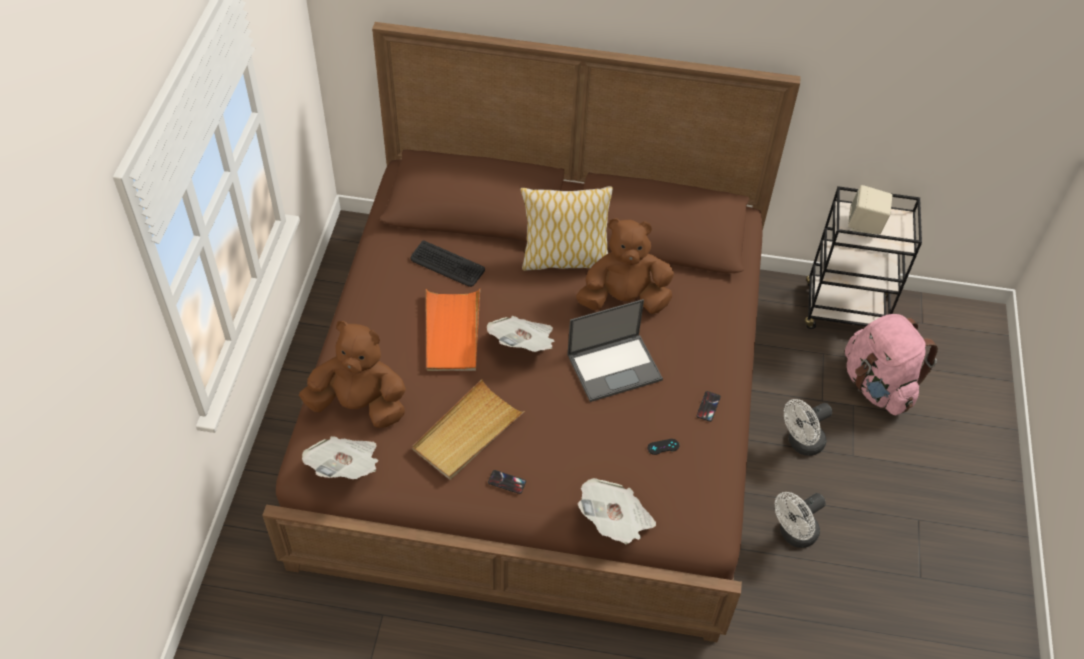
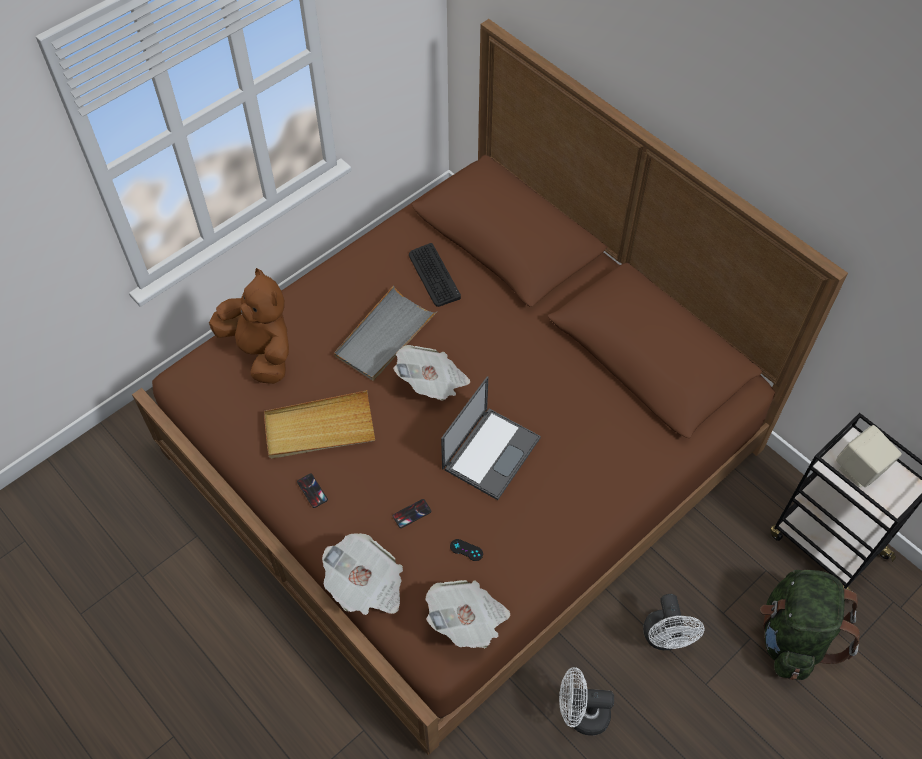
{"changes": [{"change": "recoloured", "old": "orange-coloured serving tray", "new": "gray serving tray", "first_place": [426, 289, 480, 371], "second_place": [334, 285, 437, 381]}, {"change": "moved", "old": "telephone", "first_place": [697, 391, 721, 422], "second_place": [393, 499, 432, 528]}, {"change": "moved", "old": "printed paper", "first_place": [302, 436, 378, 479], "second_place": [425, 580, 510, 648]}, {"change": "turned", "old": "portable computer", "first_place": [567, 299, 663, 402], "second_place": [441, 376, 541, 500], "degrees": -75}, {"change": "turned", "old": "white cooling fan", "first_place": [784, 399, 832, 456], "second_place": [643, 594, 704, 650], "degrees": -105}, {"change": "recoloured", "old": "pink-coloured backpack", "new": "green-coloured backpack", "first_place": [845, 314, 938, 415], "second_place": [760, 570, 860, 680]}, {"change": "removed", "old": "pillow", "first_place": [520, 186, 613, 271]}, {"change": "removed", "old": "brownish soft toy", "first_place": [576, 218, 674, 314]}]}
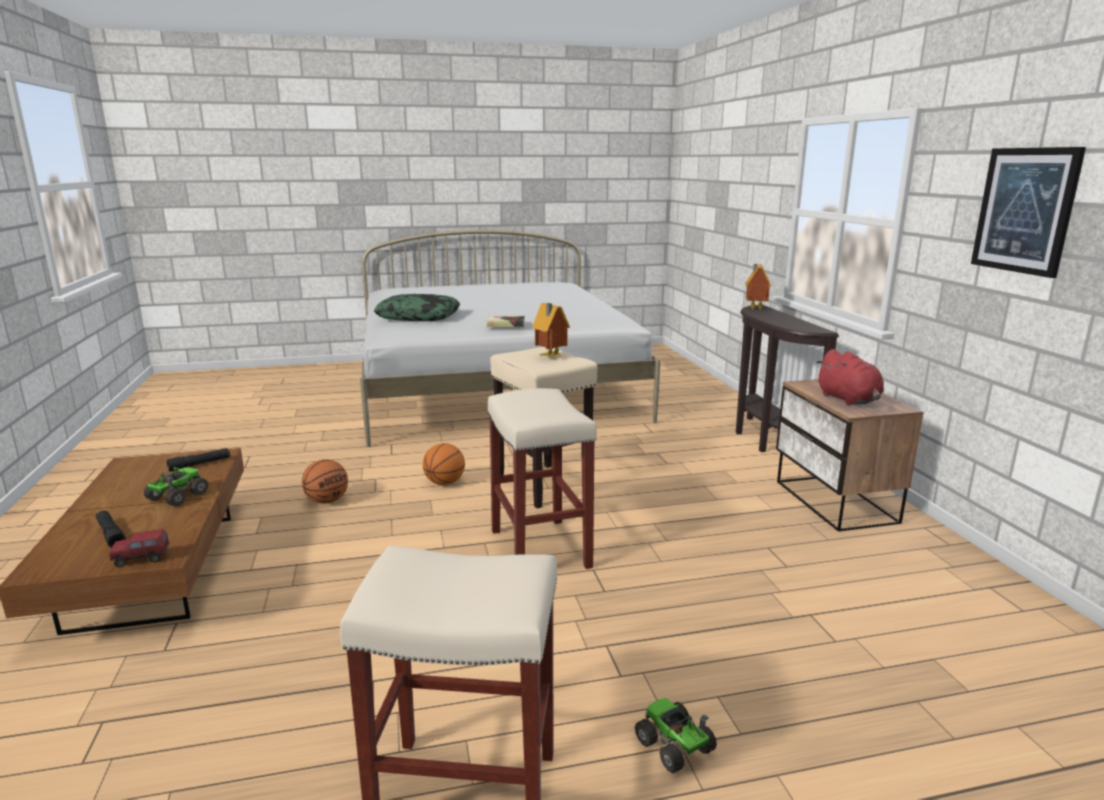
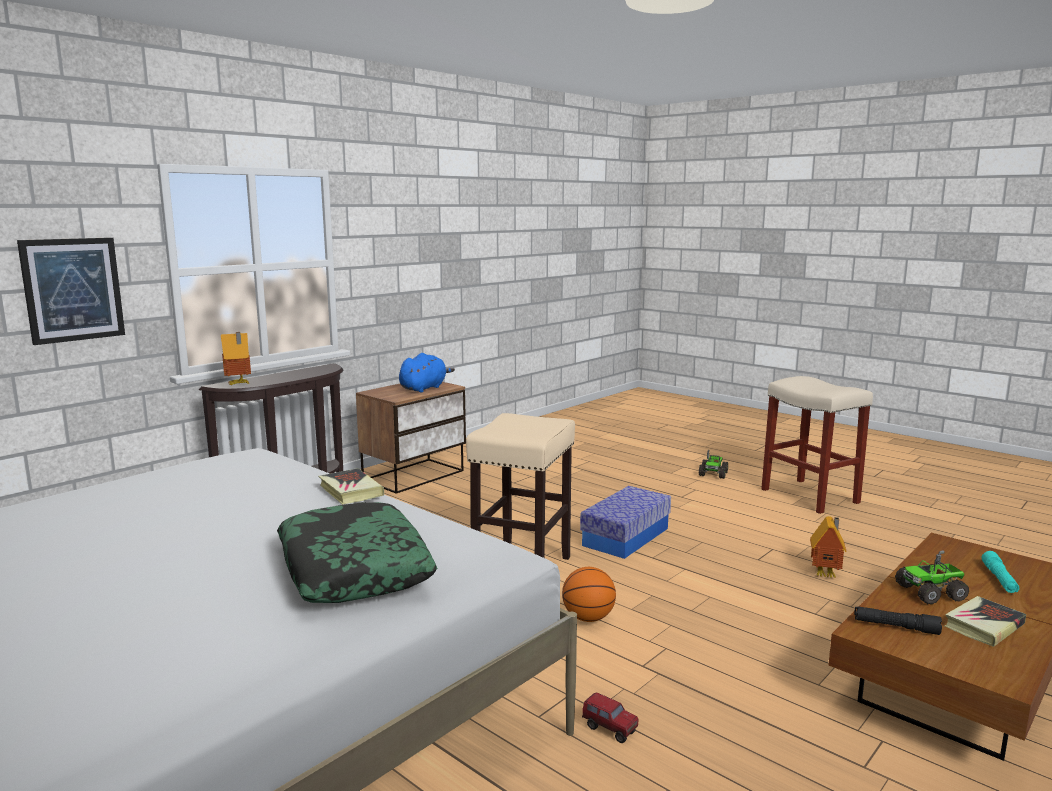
{"changes": [{"change": "moved", "old": "wall art", "first_place": [971, 147, 1086, 278], "second_place": [17, 237, 125, 345]}, {"change": "recoloured", "old": "reddish soft toy", "new": "blue-coloured soft toy", "first_place": [816, 349, 884, 405], "second_place": [399, 353, 455, 393]}, {"change": "replaced", "old": "sand-coloured stool seat", "new": "storage container", "first_place": [487, 388, 597, 569], "second_place": [580, 486, 671, 559]}, {"change": "moved", "old": "model truck", "first_place": [109, 529, 169, 567], "second_place": [582, 692, 638, 743]}, {"change": "moved", "old": "model house", "first_place": [532, 303, 570, 359], "second_place": [810, 516, 846, 578]}, {"change": "added", "new": "book", "second_place": [945, 596, 1027, 647]}, {"change": "recoloured", "old": "black hand torch", "new": "turquoise-coloured hand torch", "first_place": [96, 511, 126, 548], "second_place": [982, 551, 1019, 593]}, {"change": "removed", "old": "basketball", "first_place": [302, 459, 348, 504]}]}
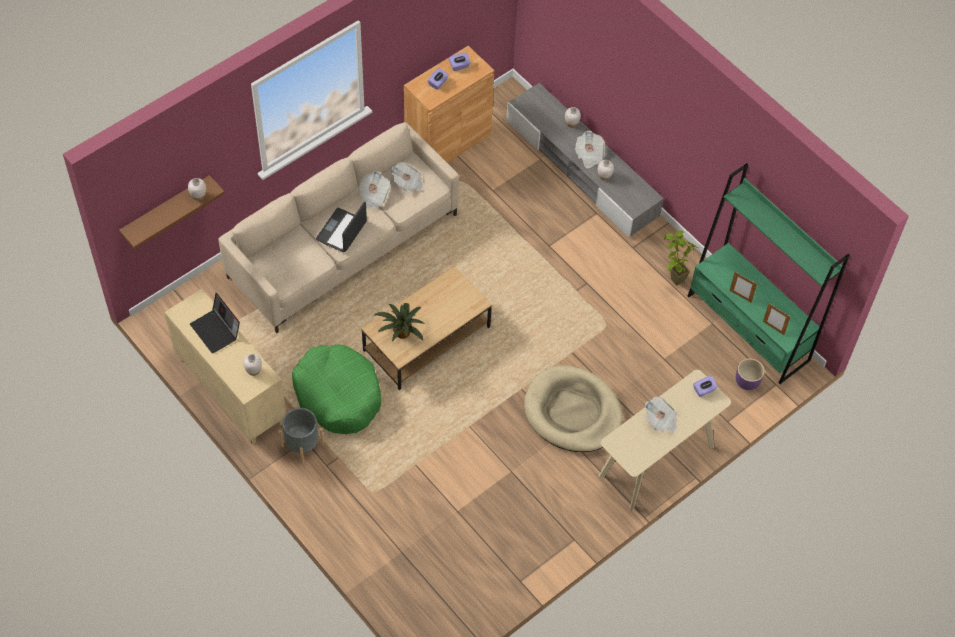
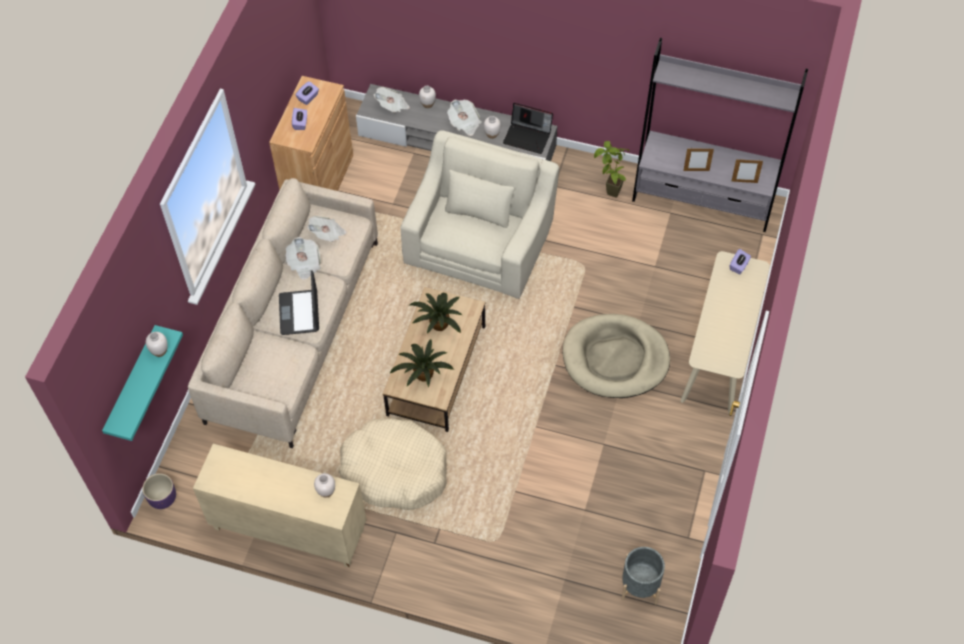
{"changes": [{"change": "recoloured", "old": "brownish bracket shelf", "new": "turquoise-coloured bracket shelf", "first_place": [119, 175, 225, 249], "second_place": [102, 325, 183, 441]}, {"change": "moved", "old": "purple plant pot", "first_place": [736, 358, 765, 390], "second_place": [142, 473, 176, 509]}, {"change": "recoloured", "old": "green-coloured pet bed", "new": "sand-coloured pet bed", "first_place": [292, 344, 381, 434], "second_place": [339, 418, 447, 510]}, {"change": "moved", "old": "printed paper", "first_place": [645, 397, 677, 433], "second_place": [373, 87, 410, 113]}, {"change": "added", "new": "sand-coloured easy chair", "second_place": [401, 130, 559, 299]}, {"change": "added", "new": "houseplant", "second_place": [409, 293, 462, 334]}, {"change": "moved", "old": "portable computer", "first_place": [190, 293, 240, 354], "second_place": [503, 103, 553, 154]}, {"change": "moved", "old": "gray plant pot", "first_place": [279, 408, 324, 464], "second_place": [621, 547, 665, 604]}, {"change": "recoloured", "old": "green-coloured shelving unit", "new": "gray shelving unit", "first_place": [688, 163, 850, 384], "second_place": [632, 38, 808, 232]}]}
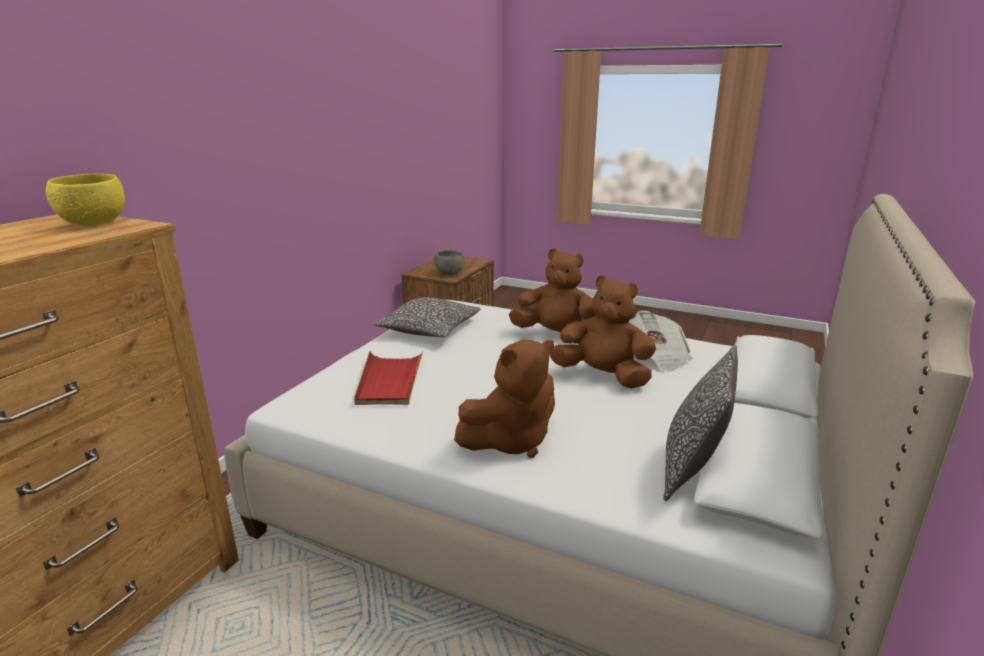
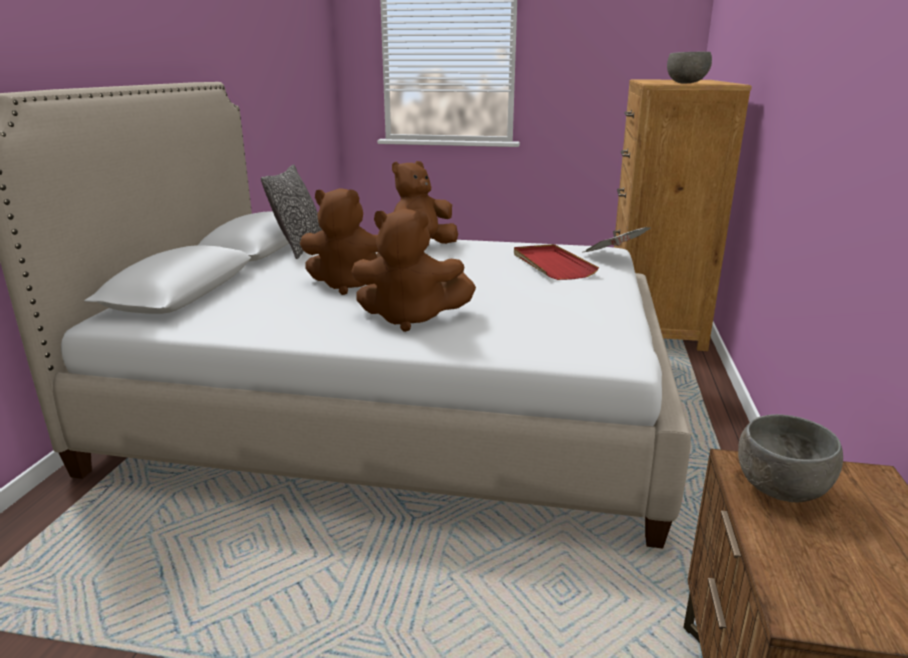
{"changes": [{"change": "moved", "old": "printed paper", "first_place": [629, 311, 693, 372], "second_place": [583, 227, 651, 252]}, {"change": "recoloured", "old": "yellow-coloured deep dish", "new": "gray deep dish", "first_place": [46, 174, 125, 226], "second_place": [667, 52, 712, 83]}, {"change": "removed", "old": "pillow", "first_place": [374, 297, 481, 337]}]}
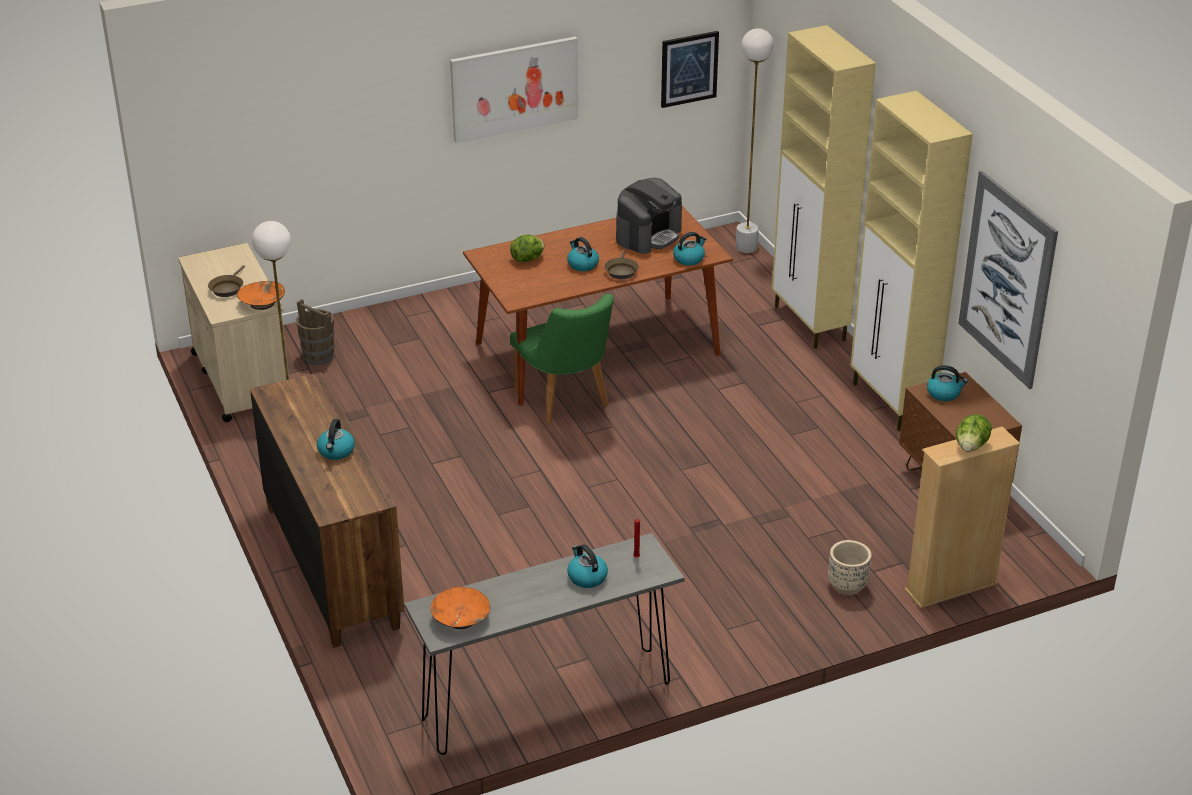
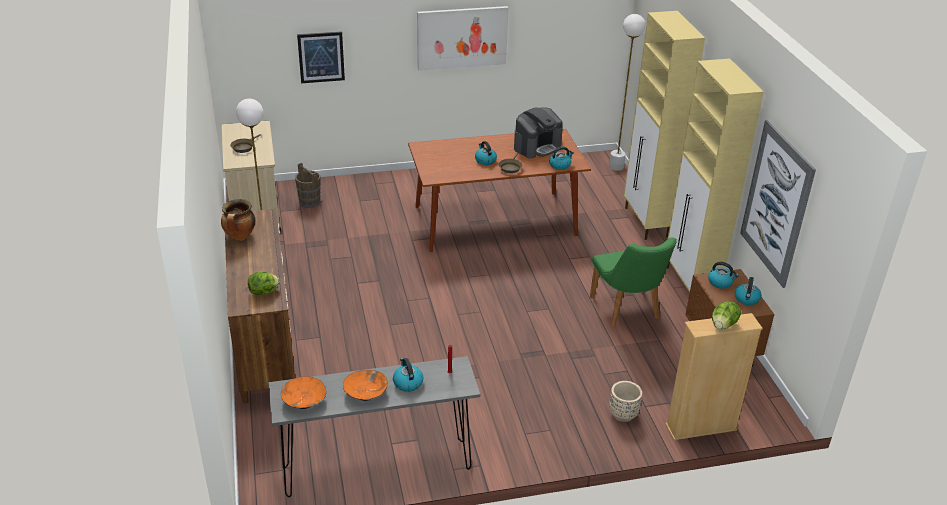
{"changes": [{"change": "added", "new": "stockpot", "second_place": [221, 199, 256, 241]}, {"change": "moved", "old": "lettuce head", "first_place": [510, 235, 544, 262], "second_place": [248, 272, 280, 295]}, {"change": "moved", "old": "wall art", "first_place": [661, 31, 719, 108], "second_place": [297, 31, 345, 83]}, {"change": "moved", "old": "orange-coloured deep dish", "first_place": [237, 281, 285, 310], "second_place": [343, 370, 388, 401]}, {"change": "moved", "old": "green-coloured upright chair", "first_place": [510, 294, 614, 424], "second_place": [590, 237, 677, 327]}, {"change": "moved", "old": "tea kettle", "first_place": [317, 419, 355, 460], "second_place": [735, 277, 761, 305]}]}
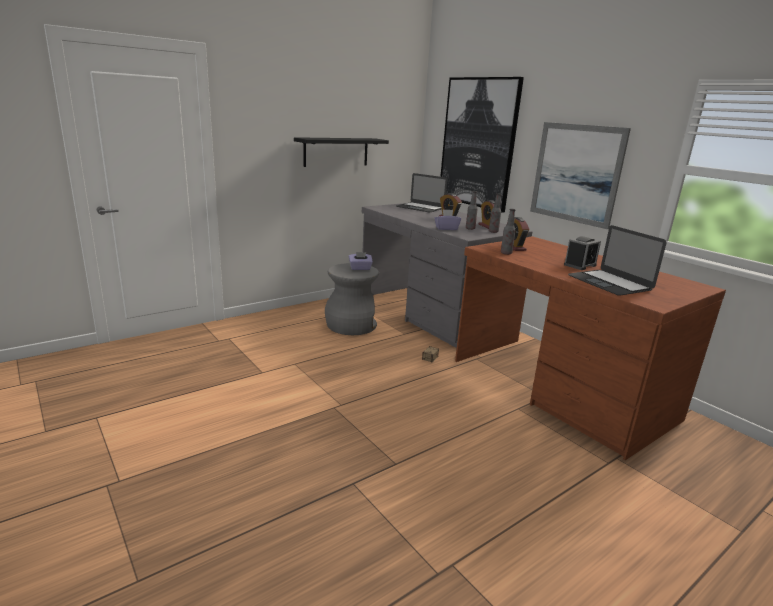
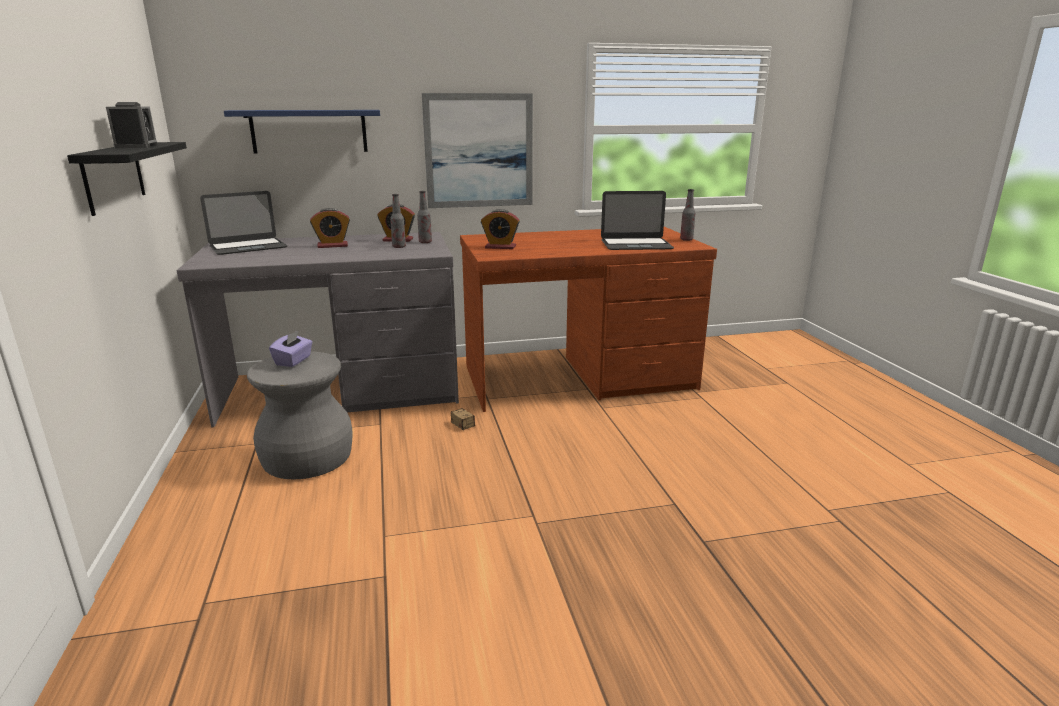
{"changes": [{"change": "moved", "old": "bedside clock", "first_place": [564, 236, 601, 270], "second_place": [106, 102, 158, 148]}, {"change": "replaced", "old": "wall art", "new": "blue-coloured bracket shelf", "first_place": [440, 77, 524, 213], "second_place": [224, 110, 380, 154]}, {"change": "moved", "old": "beverage bottle", "first_place": [501, 209, 516, 255], "second_place": [680, 189, 695, 241]}, {"change": "removed", "old": "purple tissue holder", "first_place": [435, 210, 461, 230]}]}
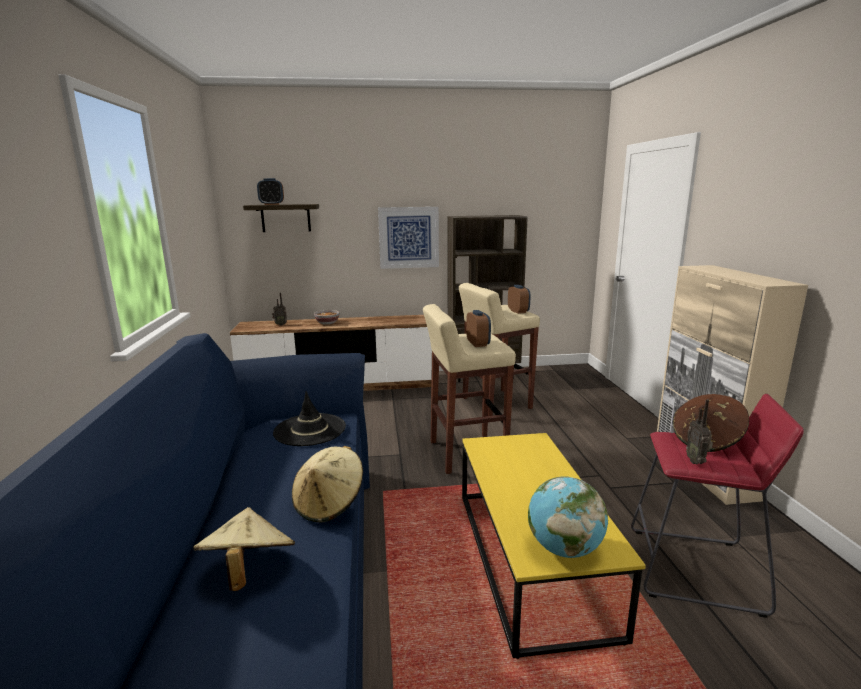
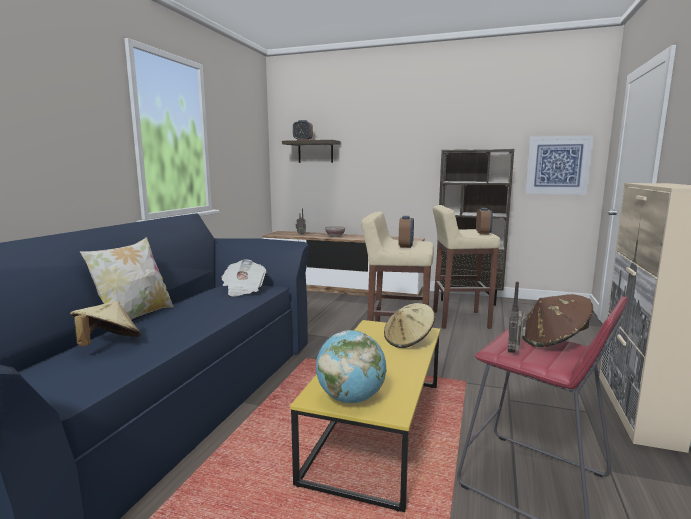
{"changes": [{"change": "added", "new": "pillow", "second_place": [80, 237, 174, 320]}, {"change": "replaced", "old": "black wearable hat", "new": "printed paper", "first_place": [273, 391, 346, 446], "second_place": [221, 260, 267, 296]}, {"change": "moved", "old": "sand-coloured wearable hat", "first_place": [292, 446, 363, 522], "second_place": [384, 303, 435, 348]}, {"change": "moved", "old": "wall art", "first_place": [378, 207, 439, 269], "second_place": [525, 135, 594, 195]}]}
